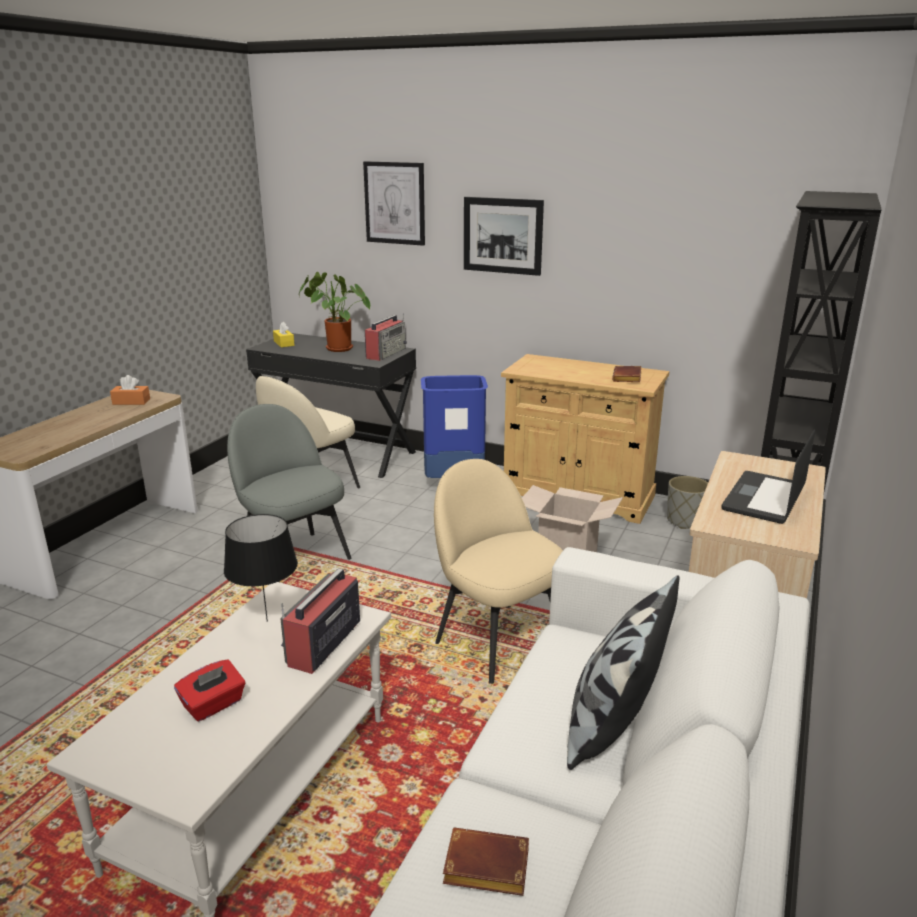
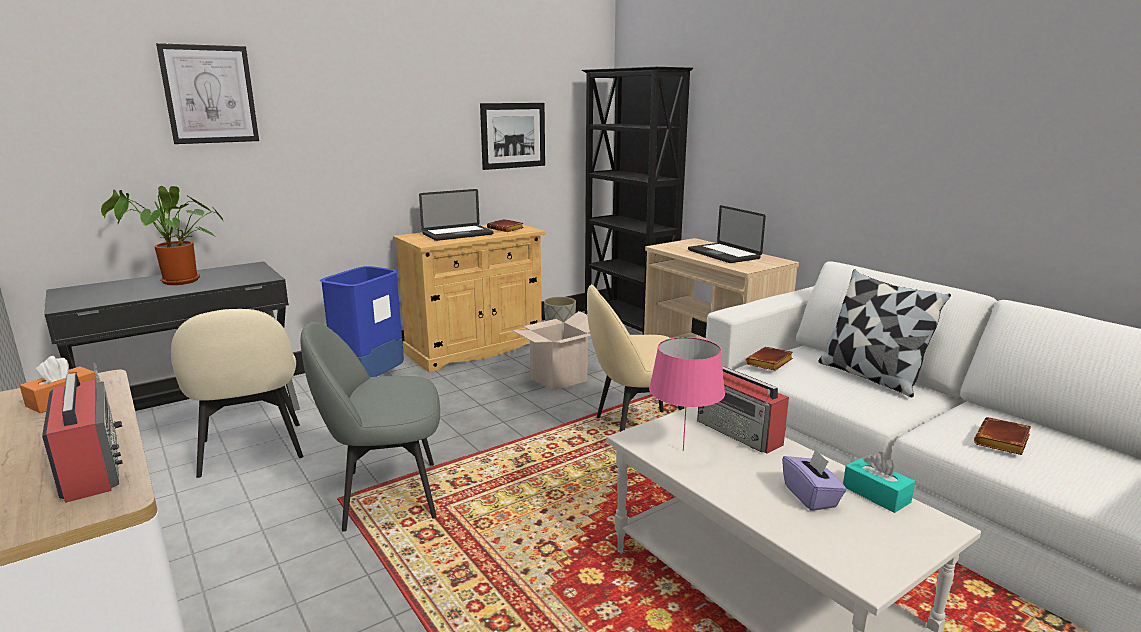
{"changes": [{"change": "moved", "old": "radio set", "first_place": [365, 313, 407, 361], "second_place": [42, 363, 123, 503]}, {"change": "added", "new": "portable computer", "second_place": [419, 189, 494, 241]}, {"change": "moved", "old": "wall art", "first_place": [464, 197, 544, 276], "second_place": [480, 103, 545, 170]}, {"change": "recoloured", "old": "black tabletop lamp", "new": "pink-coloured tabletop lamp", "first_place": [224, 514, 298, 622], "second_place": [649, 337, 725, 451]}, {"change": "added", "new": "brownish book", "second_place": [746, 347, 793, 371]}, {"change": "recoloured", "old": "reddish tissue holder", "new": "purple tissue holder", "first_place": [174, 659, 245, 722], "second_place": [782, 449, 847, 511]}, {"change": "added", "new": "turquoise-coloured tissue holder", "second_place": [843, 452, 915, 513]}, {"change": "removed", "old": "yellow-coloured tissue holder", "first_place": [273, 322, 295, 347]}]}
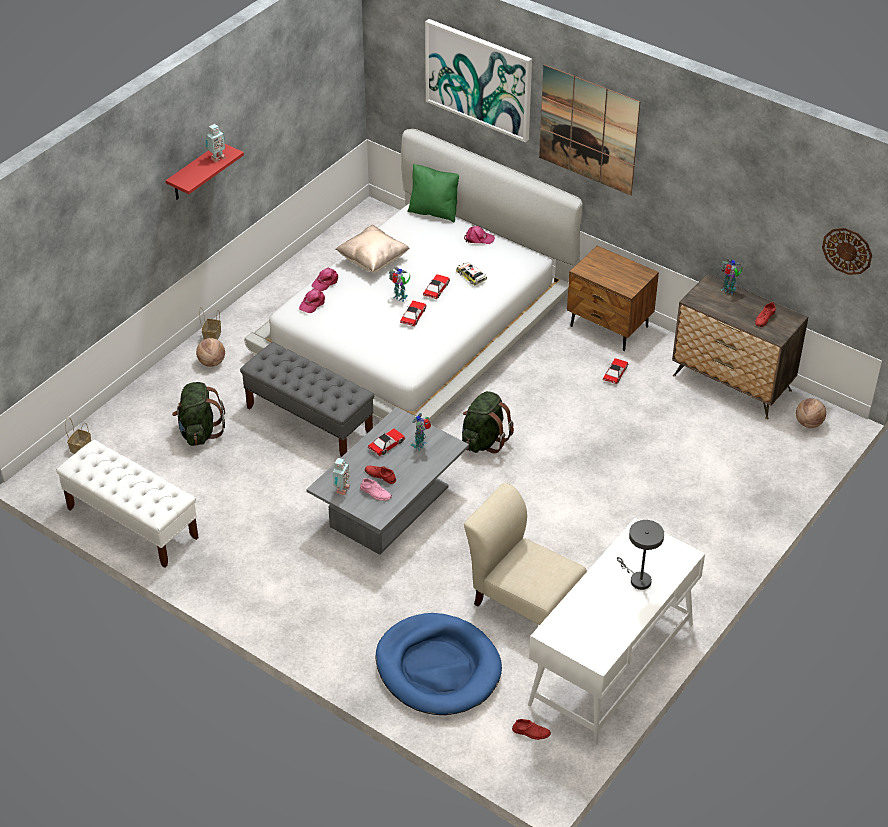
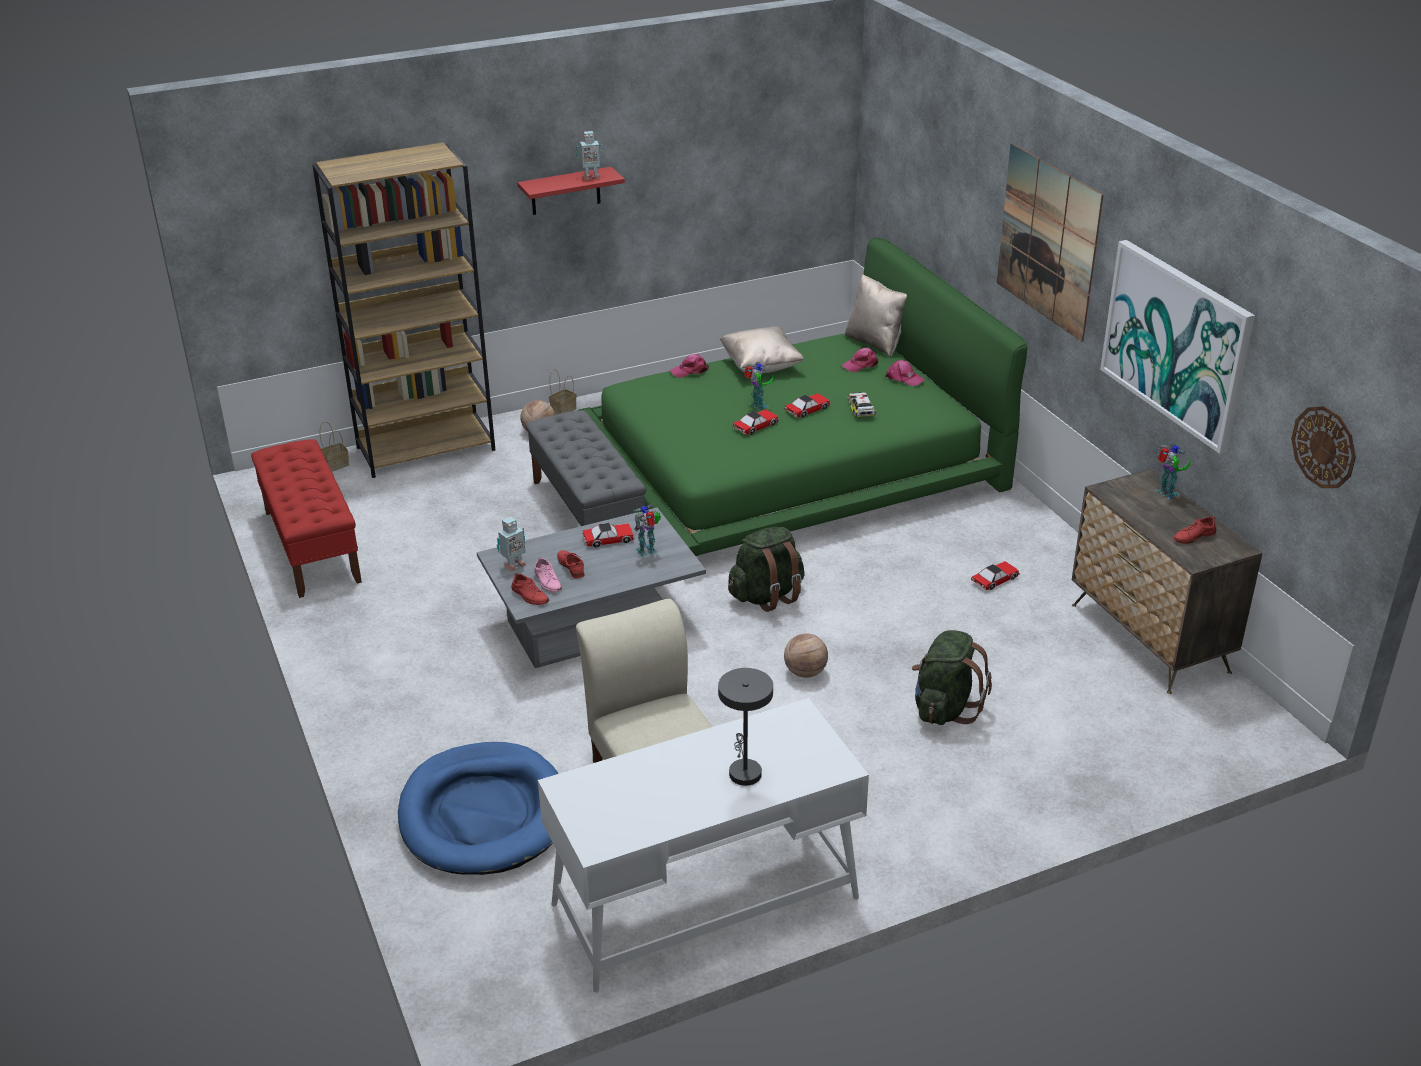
{"changes": [{"change": "recoloured", "old": "white bench", "new": "reddish bench", "first_place": [56, 440, 199, 568], "second_place": [251, 439, 362, 598]}, {"change": "added", "new": "brownish shelving unit", "second_place": [313, 142, 495, 478]}, {"change": "moved", "old": "reddish low shoe", "first_place": [512, 719, 551, 740], "second_place": [512, 573, 549, 605]}, {"change": "recoloured", "old": "white bed", "new": "green-coloured bed", "first_place": [244, 129, 583, 423], "second_place": [577, 238, 1027, 556]}, {"change": "moved", "old": "basketball", "first_place": [796, 398, 826, 428], "second_place": [784, 633, 828, 678]}, {"change": "moved", "old": "pink-coloured cap", "first_place": [299, 289, 325, 313], "second_place": [841, 348, 878, 372]}, {"change": "recoloured", "old": "green-coloured pillow", "new": "sand-coloured pillow", "first_place": [407, 164, 459, 223], "second_place": [845, 274, 907, 357]}, {"change": "moved", "old": "green-coloured backpack", "first_place": [172, 382, 225, 446], "second_place": [912, 630, 992, 725]}, {"change": "moved", "old": "wall art", "first_place": [425, 19, 532, 142], "second_place": [1100, 240, 1255, 454]}, {"change": "removed", "old": "brownish nightstand", "first_place": [567, 246, 659, 351]}]}
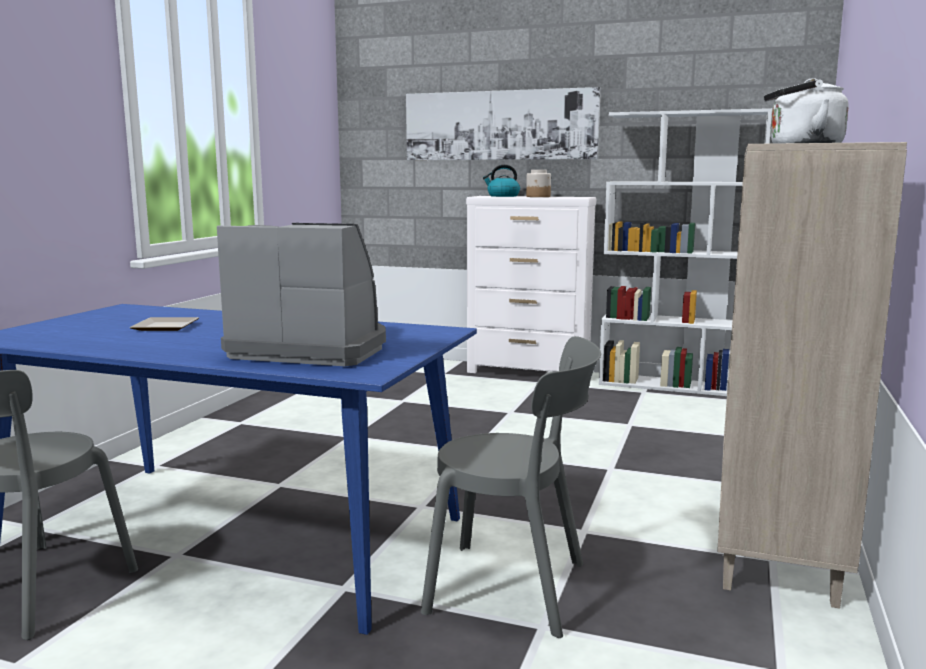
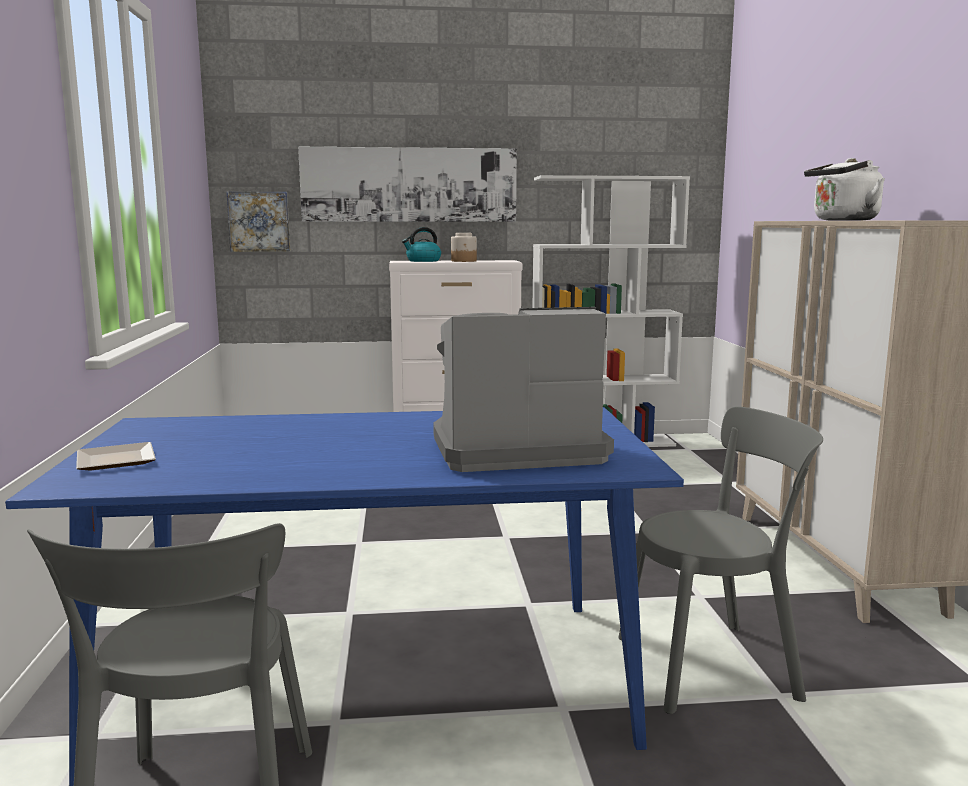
{"changes": [{"change": "moved", "old": "dinner plate", "first_place": [129, 317, 199, 331], "second_place": [76, 442, 156, 471]}, {"change": "added", "new": "wall art", "second_place": [227, 192, 290, 252]}]}
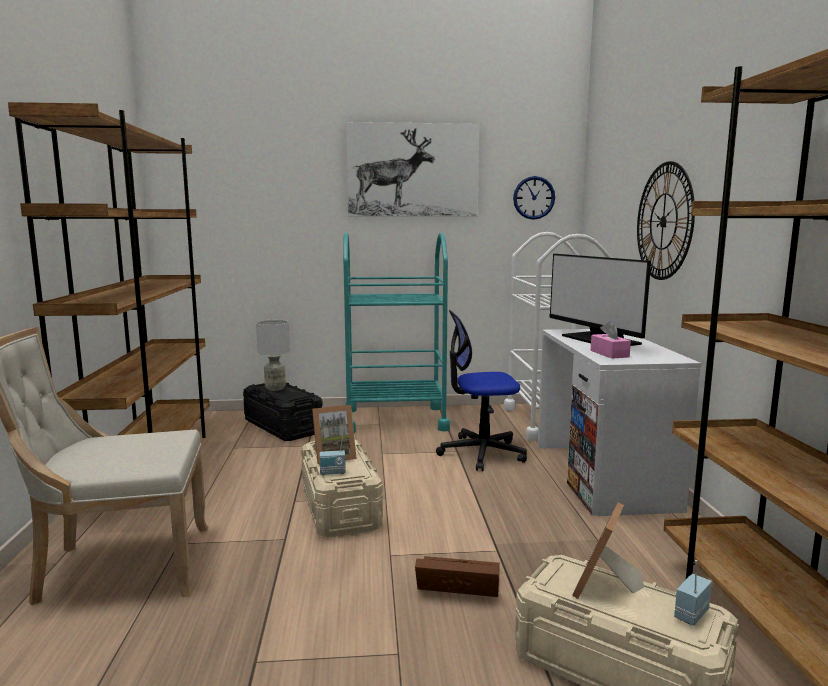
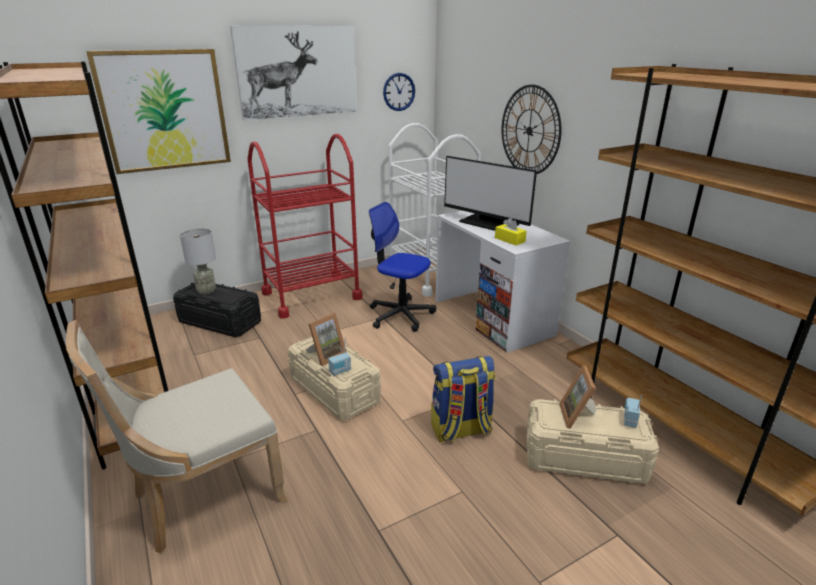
{"changes": [{"change": "added", "new": "wall art", "second_place": [86, 49, 231, 174]}, {"change": "recoloured", "old": "turquoise-coloured wheeled cart", "new": "reddish wheeled cart", "first_place": [343, 232, 450, 433], "second_place": [247, 134, 363, 319]}, {"change": "turned", "old": "office chair", "first_place": [436, 310, 527, 471], "second_place": [369, 202, 436, 332], "degrees": 60}, {"change": "replaced", "old": "brownish storage container", "new": "backpack", "first_place": [415, 556, 500, 597], "second_place": [431, 356, 496, 442]}, {"change": "recoloured", "old": "pink-coloured tissue holder", "new": "yellow-coloured tissue holder", "first_place": [591, 322, 631, 359], "second_place": [495, 218, 527, 245]}]}
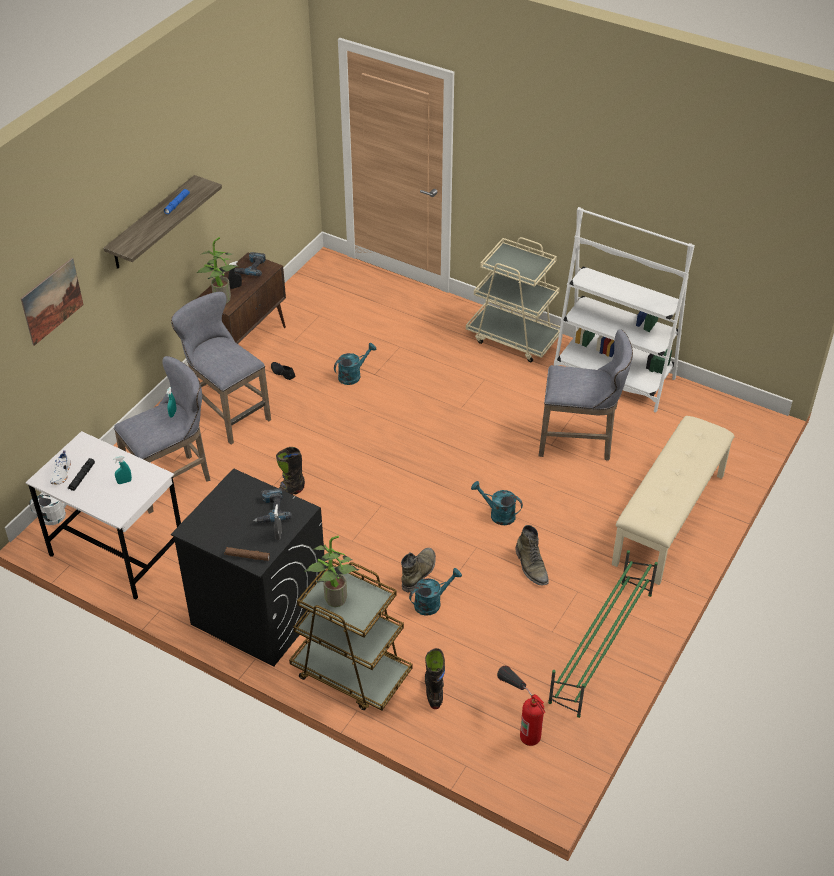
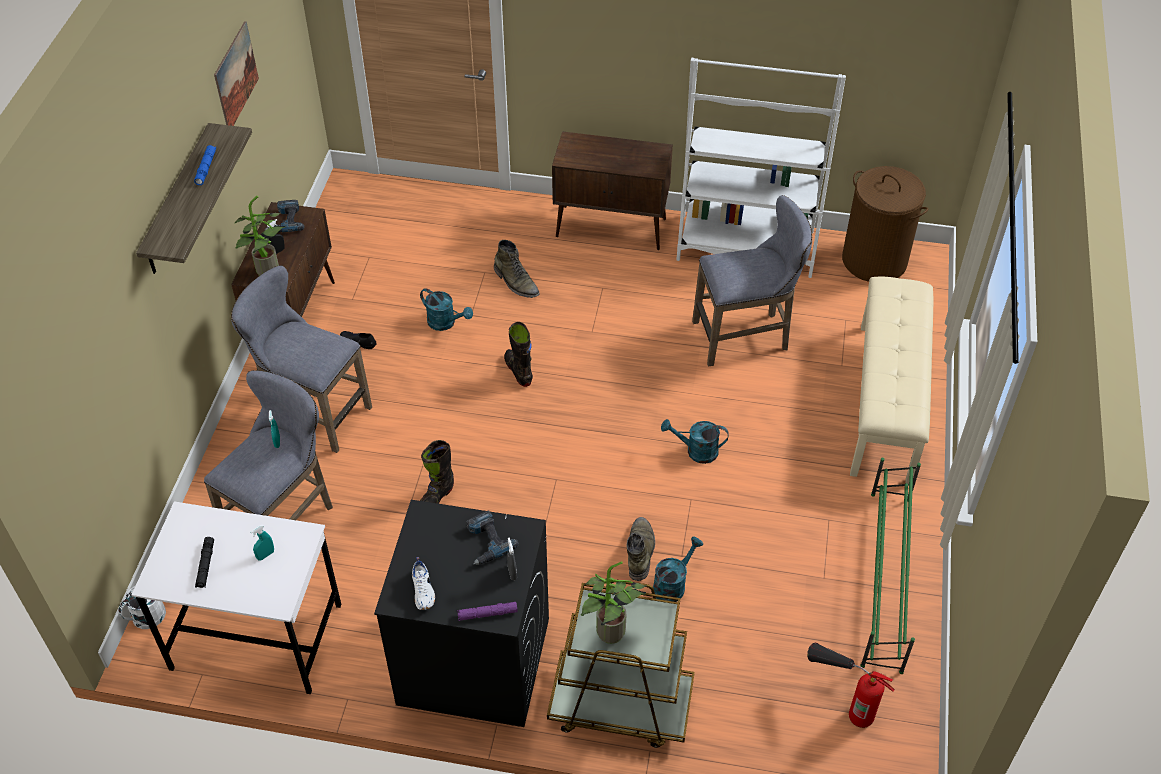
{"changes": [{"change": "moved", "old": "wall art", "first_place": [20, 258, 84, 346], "second_place": [214, 21, 259, 126]}, {"change": "moved", "old": "white low shoe", "first_place": [50, 450, 71, 484], "second_place": [412, 557, 435, 610]}, {"change": "turned", "old": "turquoise-coloured sprinkling can", "first_place": [334, 343, 376, 385], "second_place": [420, 288, 473, 331], "degrees": 90}, {"change": "recoloured", "old": "brownish hand torch", "new": "purple hand torch", "first_place": [224, 547, 270, 561], "second_place": [457, 602, 518, 621]}, {"change": "moved", "old": "green-coloured high-top boot", "first_place": [515, 525, 549, 585], "second_place": [494, 240, 540, 298]}, {"change": "moved", "old": "black high-top boot", "first_place": [425, 648, 445, 709], "second_place": [504, 322, 533, 387]}, {"change": "replaced", "old": "sand-coloured wheeled cart", "new": "brownish cabinet", "first_place": [466, 237, 560, 362], "second_place": [552, 131, 673, 250]}, {"change": "added", "new": "brownish laundry basket", "second_place": [842, 166, 928, 282]}]}
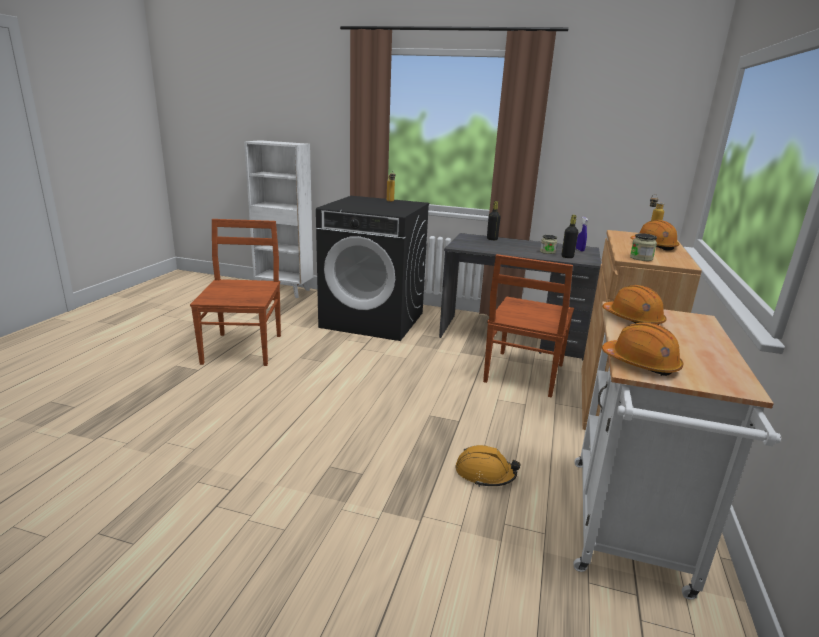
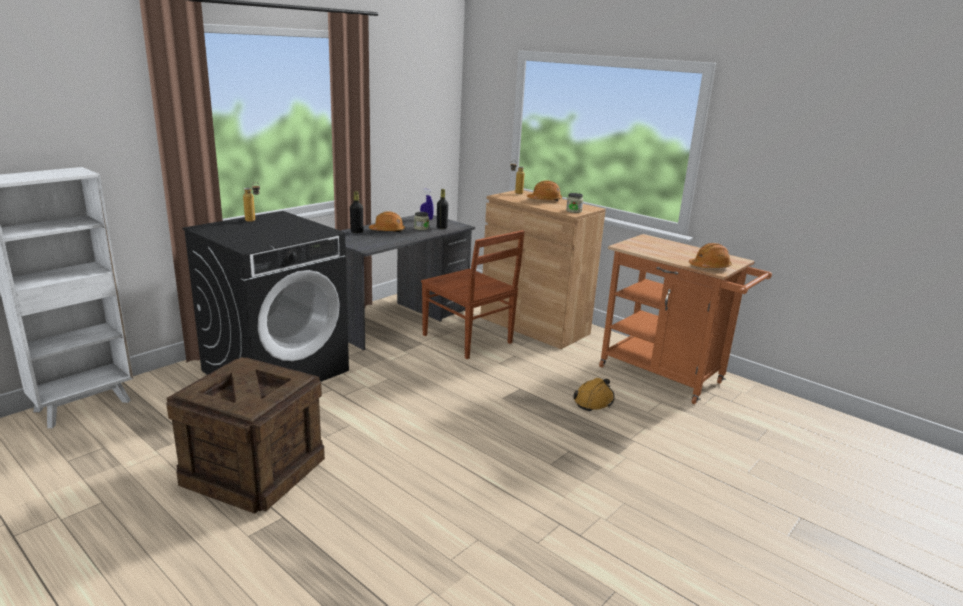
{"changes": [{"change": "replaced", "old": "brownish upright chair", "new": "shipping crate", "first_place": [190, 219, 281, 366], "second_place": [166, 357, 325, 514]}, {"change": "moved", "old": "orange-coloured hard hat", "first_place": [602, 285, 667, 325], "second_place": [369, 211, 405, 232]}, {"change": "recoloured", "old": "white wheeled cart", "new": "orange-coloured wheeled cart", "first_place": [574, 301, 781, 600], "second_place": [599, 234, 772, 404]}]}
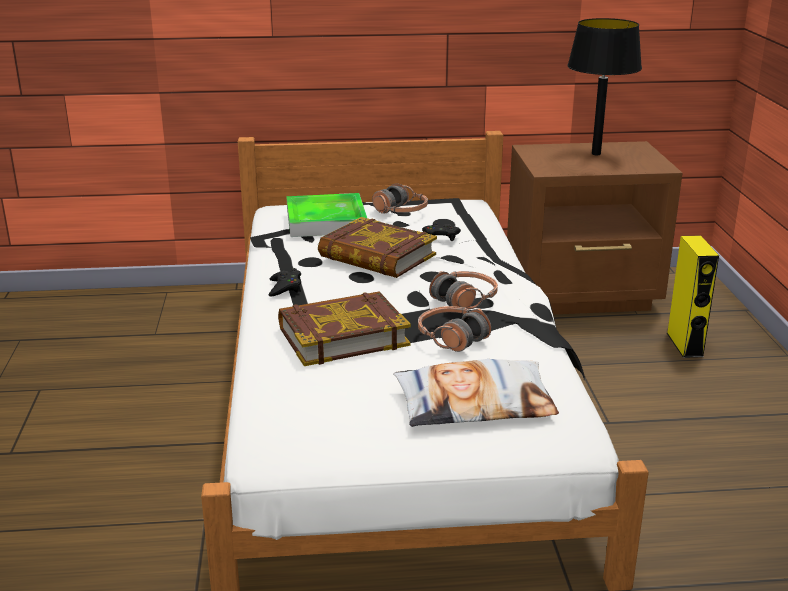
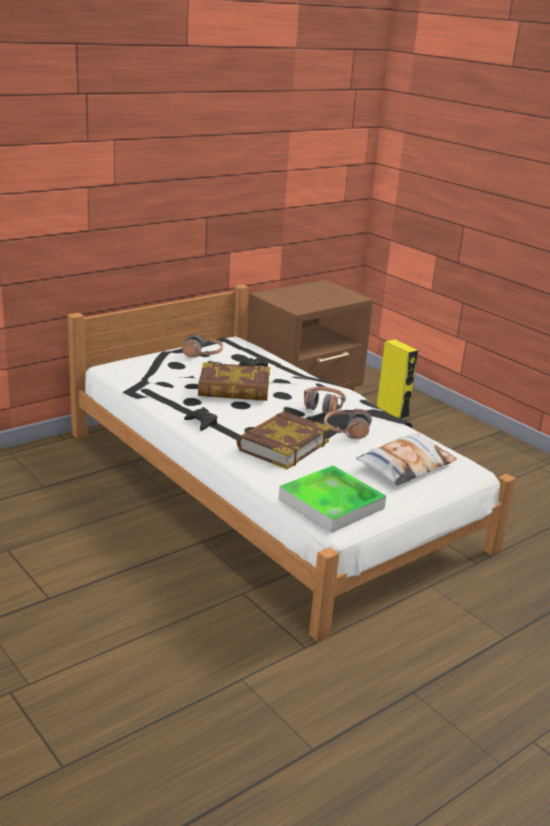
{"changes": [{"change": "moved", "old": "serving tray", "first_place": [286, 193, 367, 237], "second_place": [279, 465, 386, 533]}, {"change": "removed", "old": "black tabletop lamp", "first_place": [567, 18, 642, 155]}]}
